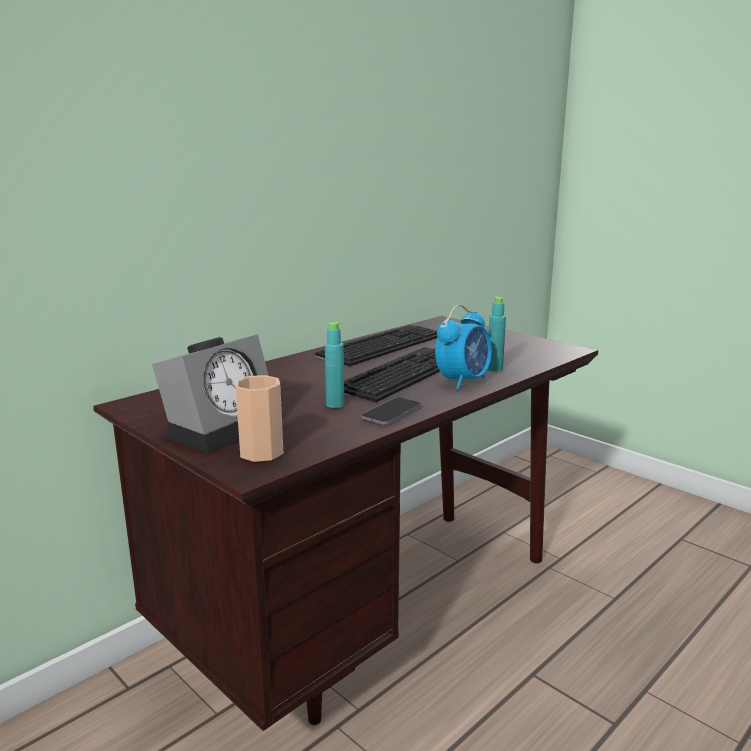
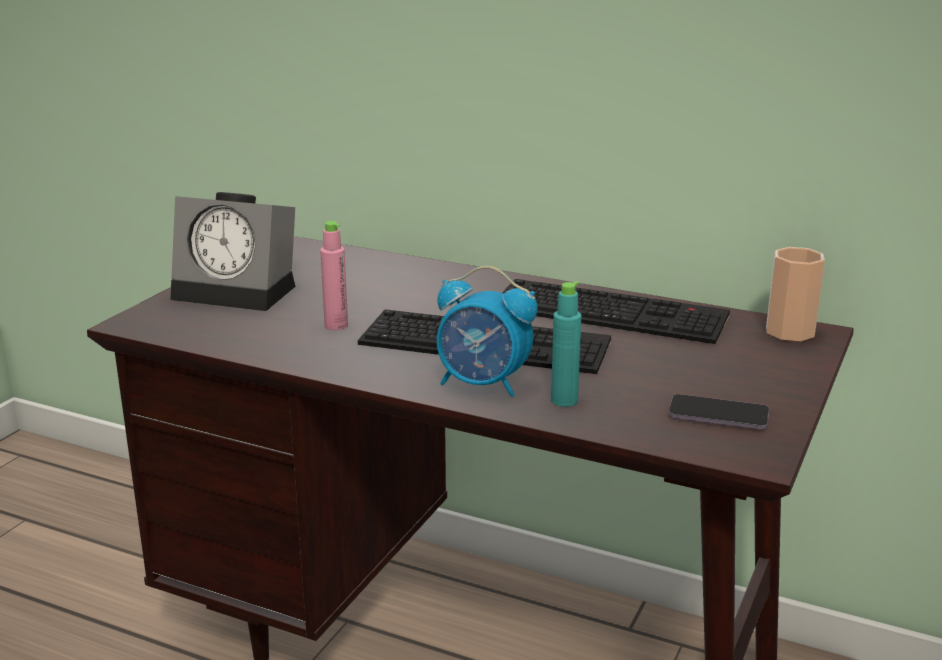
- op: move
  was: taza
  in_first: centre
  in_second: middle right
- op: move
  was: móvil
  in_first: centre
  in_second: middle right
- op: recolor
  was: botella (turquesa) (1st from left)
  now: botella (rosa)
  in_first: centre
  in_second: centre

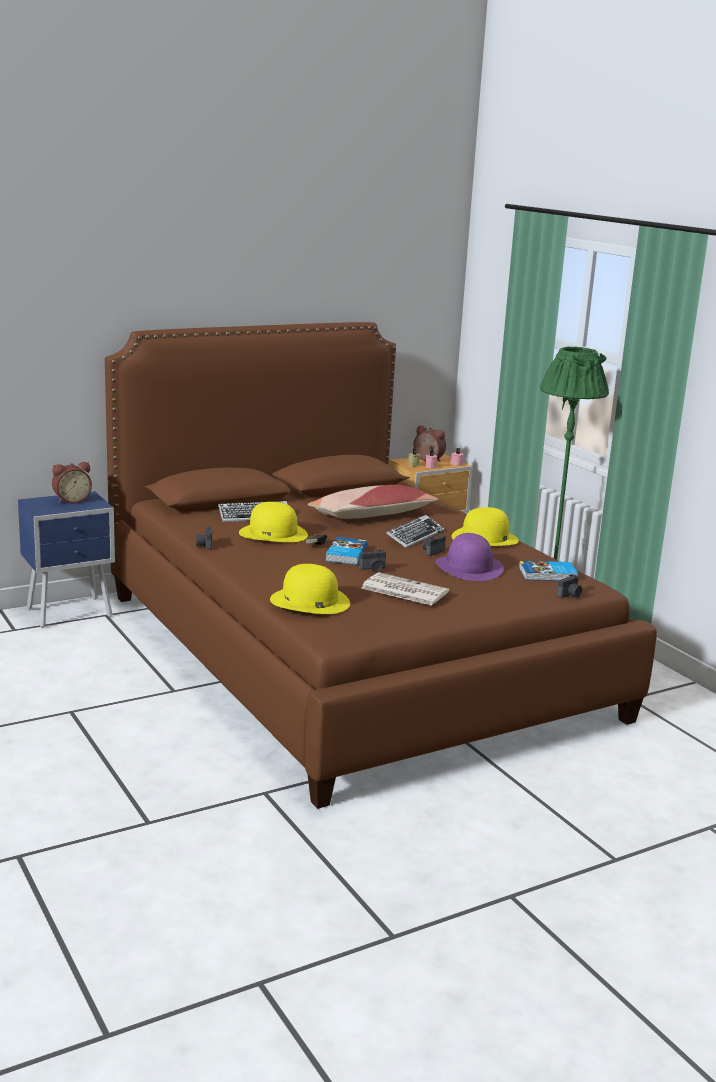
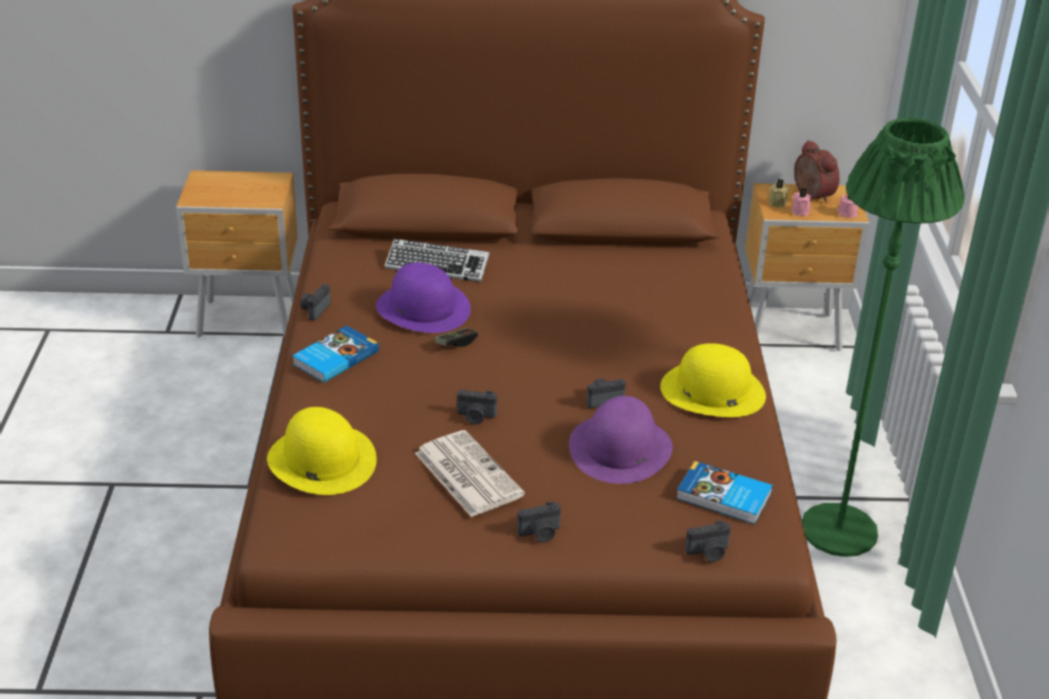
- op: delete
  was: despertador (1st from left)
  in_first: middle left
- op: delete
  was: cojín
  in_first: centre
- op: delete
  was: teclado (2nd from left)
  in_first: centre
- op: insert
  now: cámara (3rd from left)
  in_second: bottom centre
- op: move
  was: libro (1st from left)
  in_first: centre
  in_second: middle left
- op: recolor
  was: mesita de noche (azul)
  now: mesita de noche (marrón) (1st from left)
  in_first: middle left
  in_second: middle left
- op: recolor
  was: sombrero (amarillo) (1st from left)
  now: sombrero (morado) (1st from left)
  in_first: centre
  in_second: centre

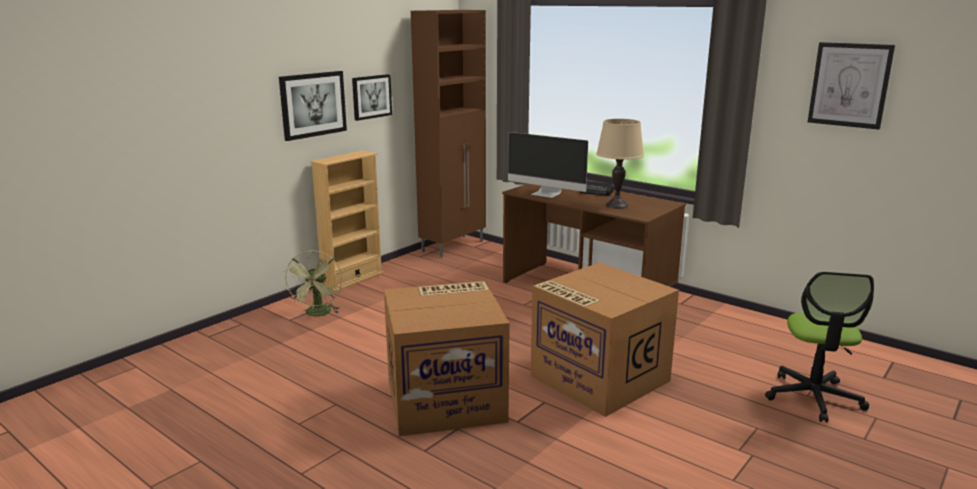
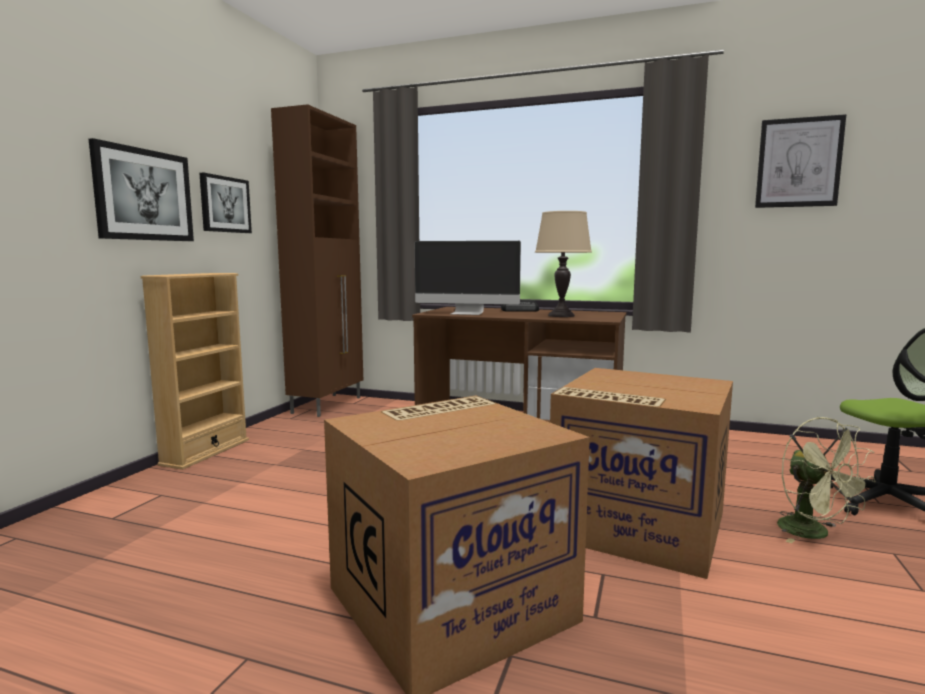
- op: move
  was: ventilador (verde)
  in_first: middle left
  in_second: bottom right

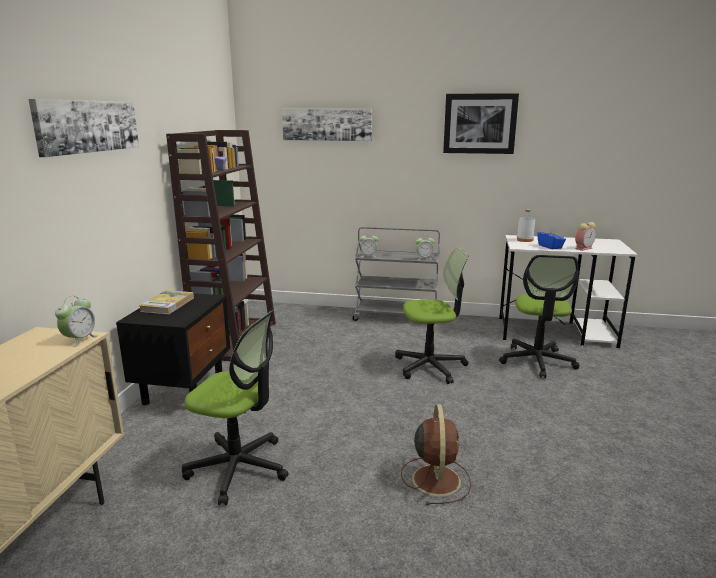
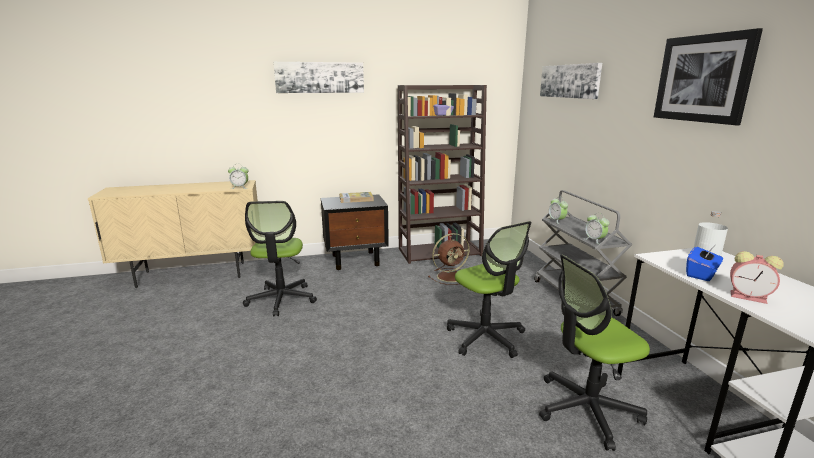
- op: move
  was: ventilador (marrón)
  in_first: bottom centre
  in_second: centre

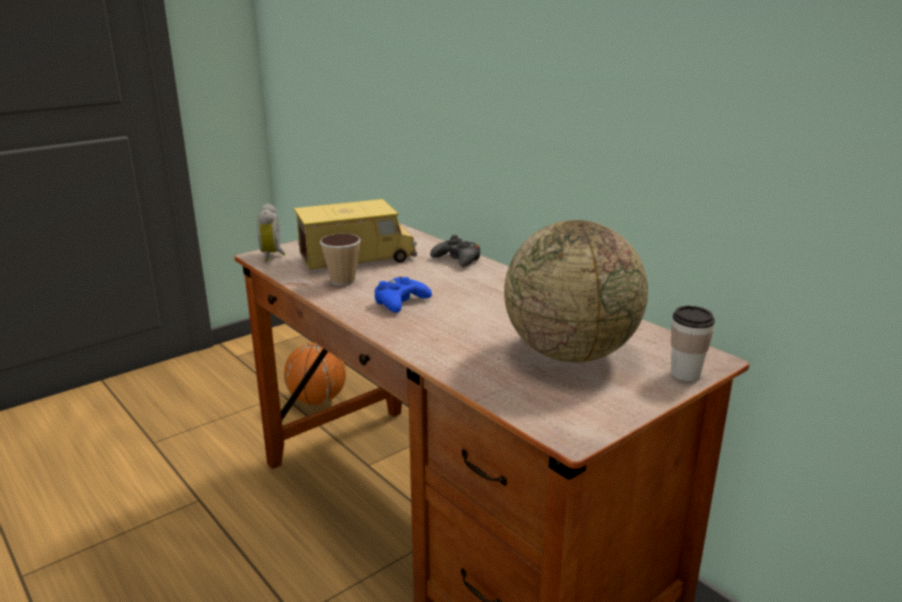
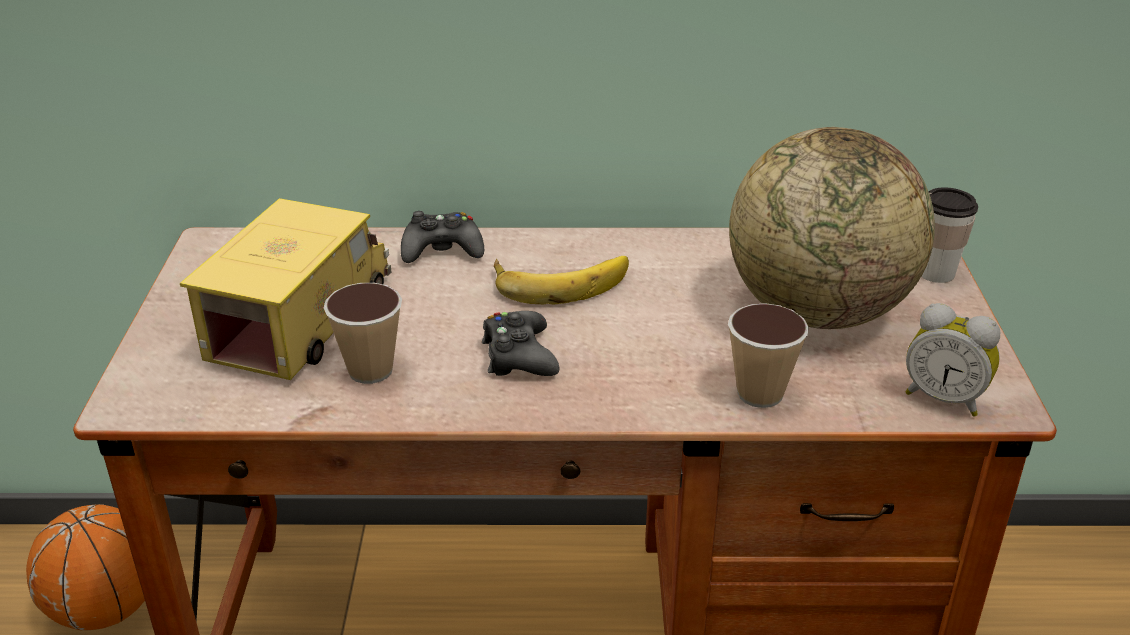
- op: insert
  now: plátano
  in_second: centre
- op: insert
  now: taza (2nd from left)
  in_second: middle right
- op: move
  was: despertador
  in_first: middle left
  in_second: middle right
- op: recolor
  was: mando de consola (azul)
  now: mando de consola (negro) (2nd from left)
  in_first: centre
  in_second: centre

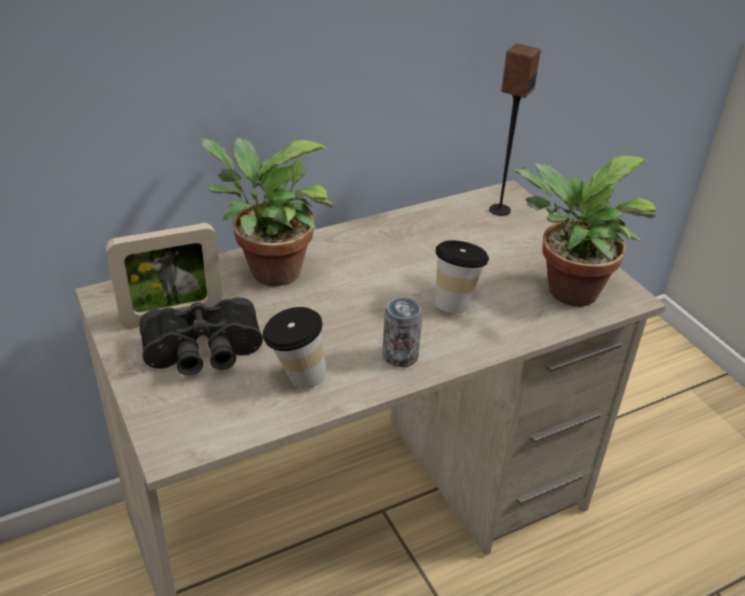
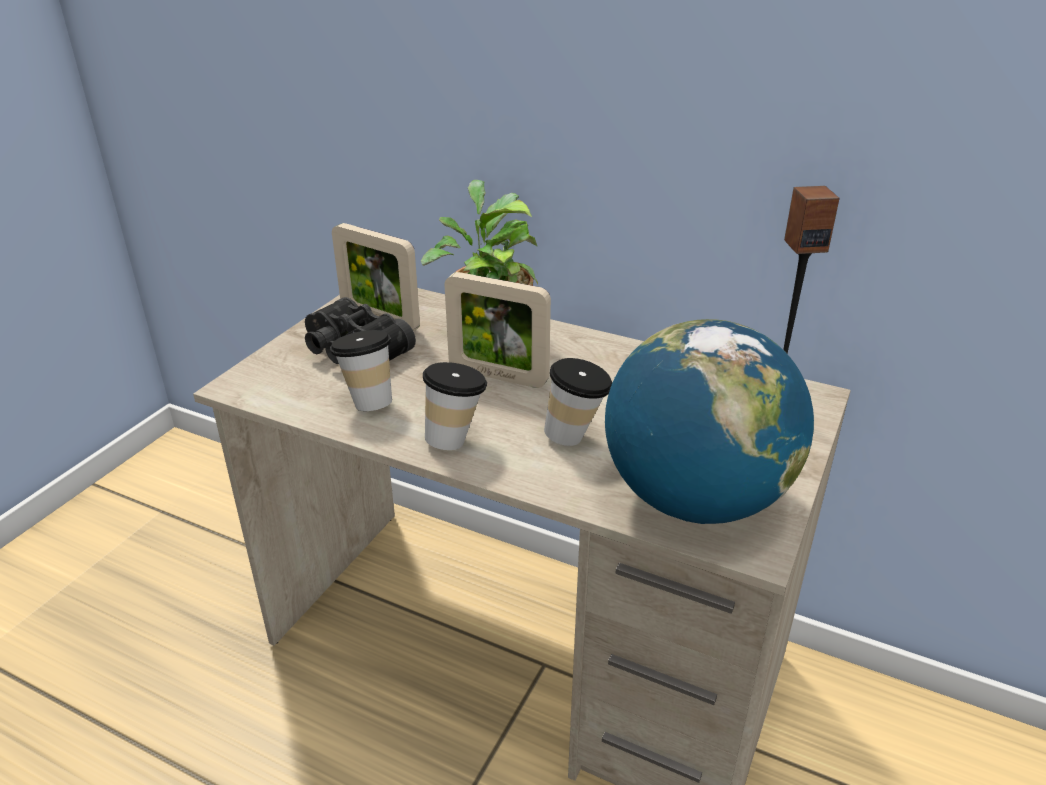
- op: insert
  now: portarretratos (2nd from left)
  in_second: centre
- op: replace
  was: lata
  now: taza (2nd from left)
  in_first: centre
  in_second: centre
- op: replace
  was: planta en maceta (2nd from left)
  now: globo terráqueo
  in_first: middle right
  in_second: middle right

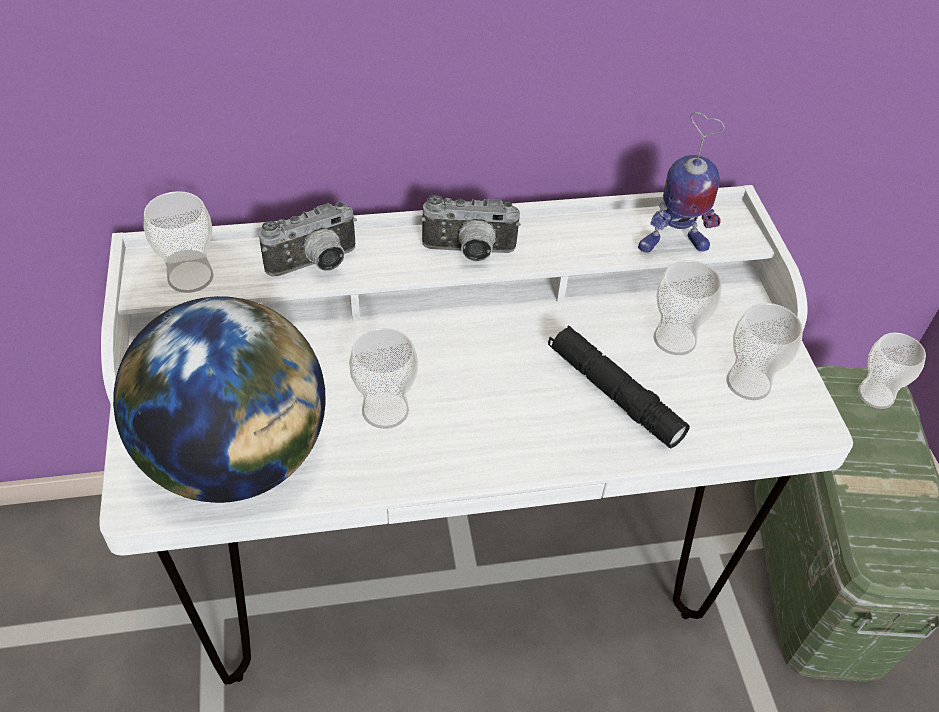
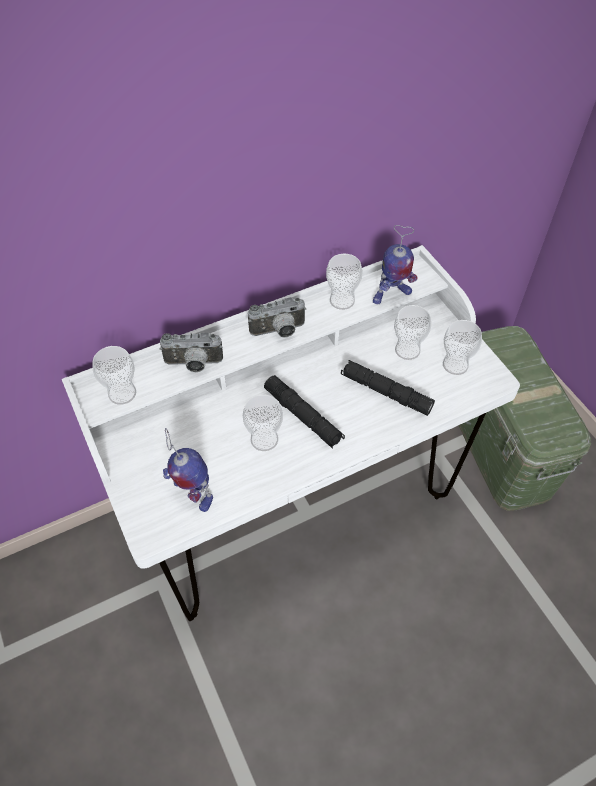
- op: insert
  now: linterna (negro) (1st from left)
  in_second: centre
- op: move
  was: taza (5th from left in the first image)
  now: taza (3rd from left)
  in_first: middle right
  in_second: centre
- op: replace
  was: globo terráqueo
  now: robot de juguete (1st from left)
  in_first: middle left
  in_second: middle left
- op: rotate
  was: cámara (1st from left)
  in_first: middle left
  in_second: middle left
  clockwise: 45

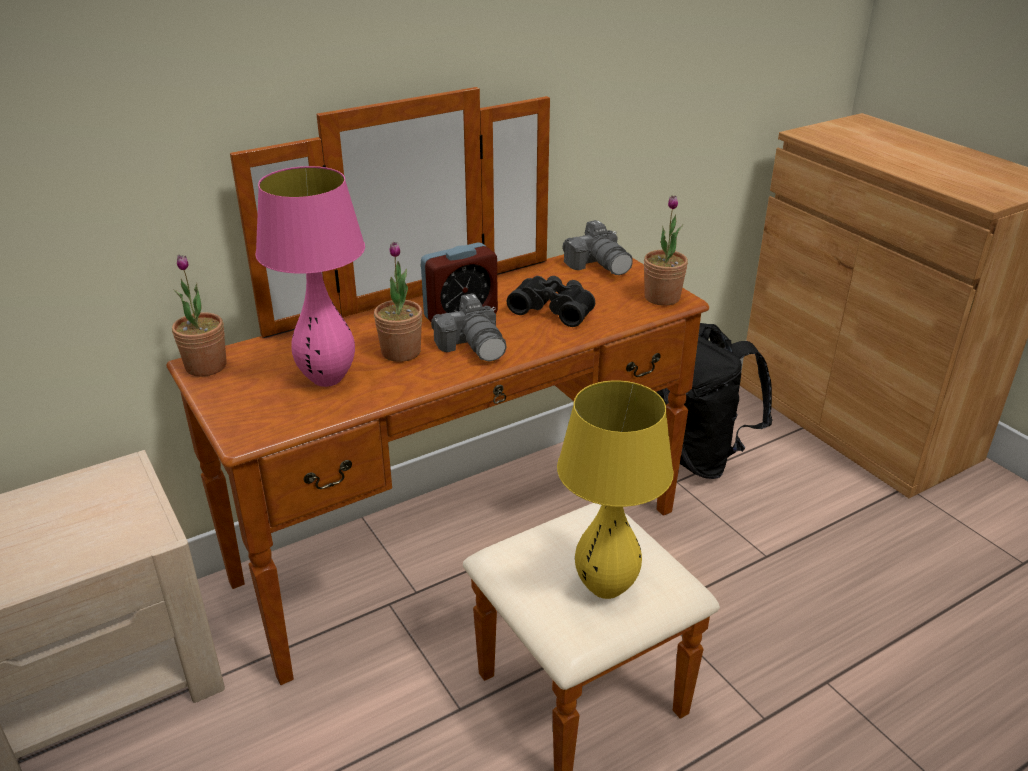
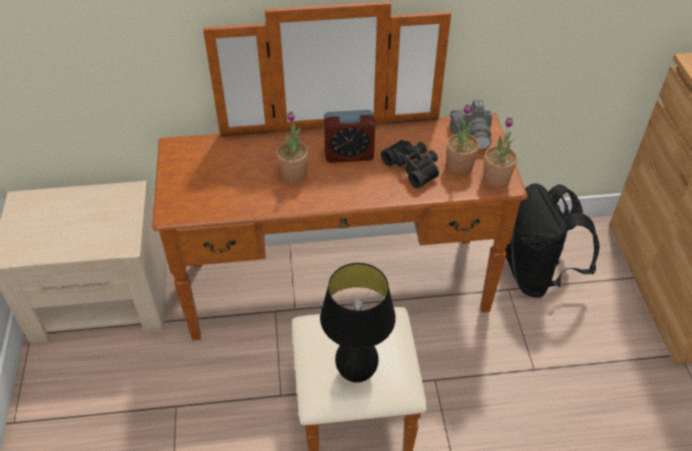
- op: delete
  was: lámpara de mesa (rosa)
  in_first: middle left
- op: delete
  was: cámara (1st from left)
  in_first: centre
- op: move
  was: planta en maceta (1st from left in the first image)
  now: planta en maceta (2nd from left)
  in_first: middle left
  in_second: top right
- op: recolor
  was: lámpara de mesa (amarillo)
  now: lámpara de mesa (negro)
  in_first: centre
  in_second: bottom centre

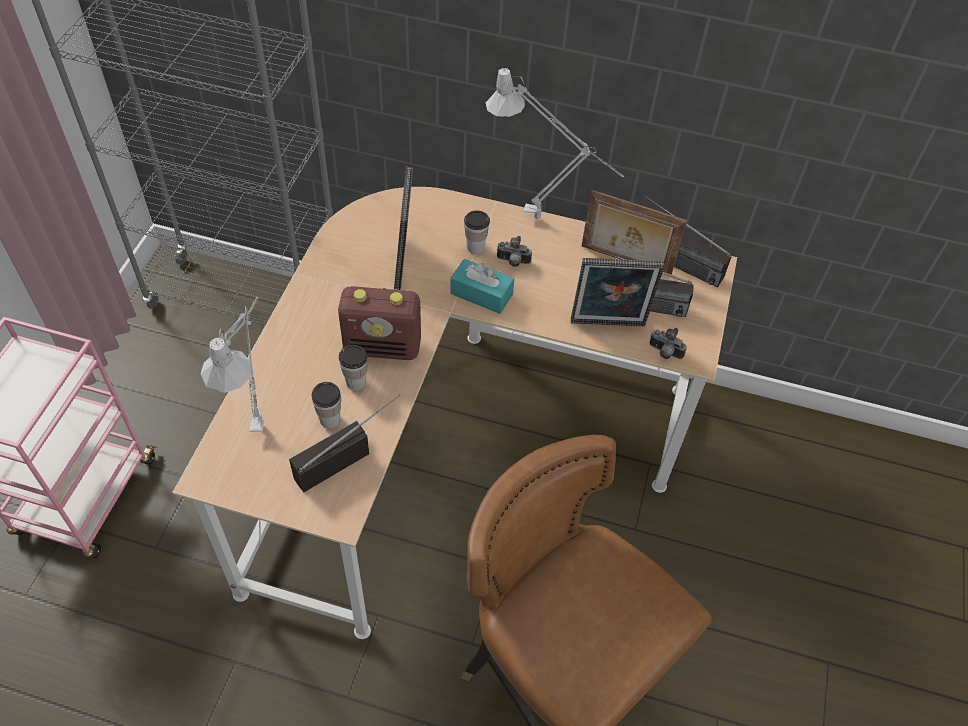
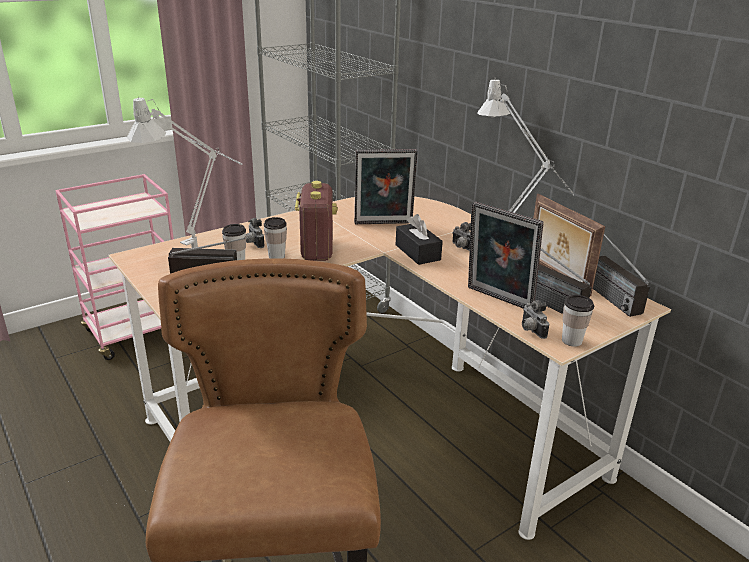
- op: insert
  now: cámara (1st from left)
  in_second: centre
- op: move
  was: taza (3rd from left)
  in_first: top centre
  in_second: middle right
- op: recolor
  was: caja de pañuelos (turquesa)
  now: caja de pañuelos (negro)
  in_first: centre
  in_second: centre
- op: rotate
  was: radio (2nd from left)
  in_first: centre
  in_second: centre
  clockwise: -135
- op: rotate
  was: portarretratos (1st from left)
  in_first: top centre
  in_second: top centre
  clockwise: 45

